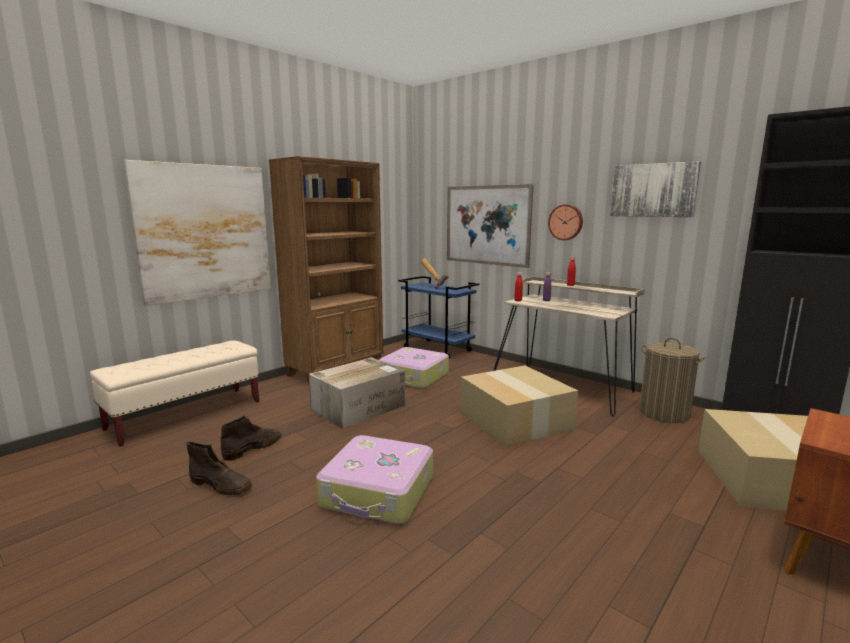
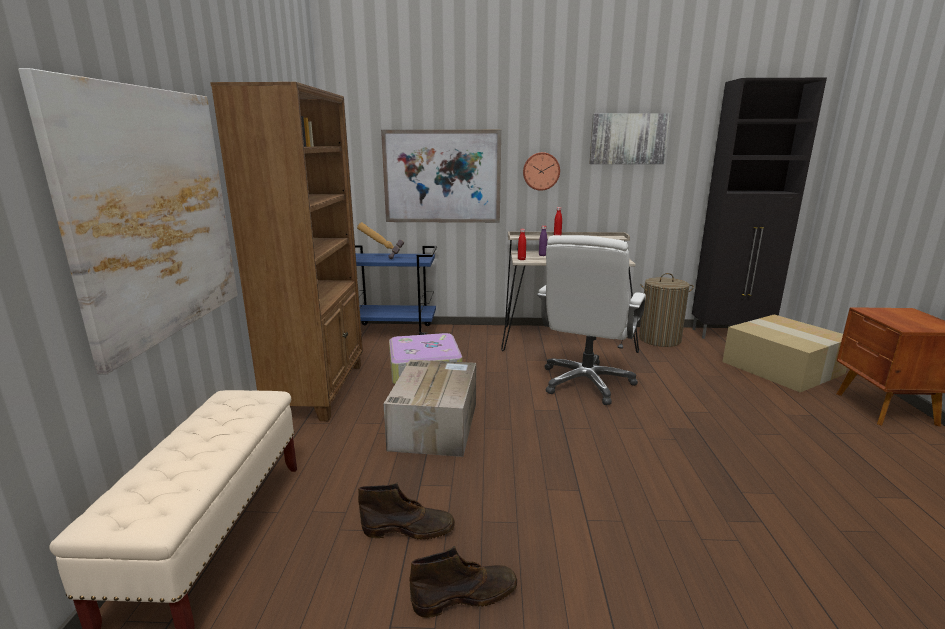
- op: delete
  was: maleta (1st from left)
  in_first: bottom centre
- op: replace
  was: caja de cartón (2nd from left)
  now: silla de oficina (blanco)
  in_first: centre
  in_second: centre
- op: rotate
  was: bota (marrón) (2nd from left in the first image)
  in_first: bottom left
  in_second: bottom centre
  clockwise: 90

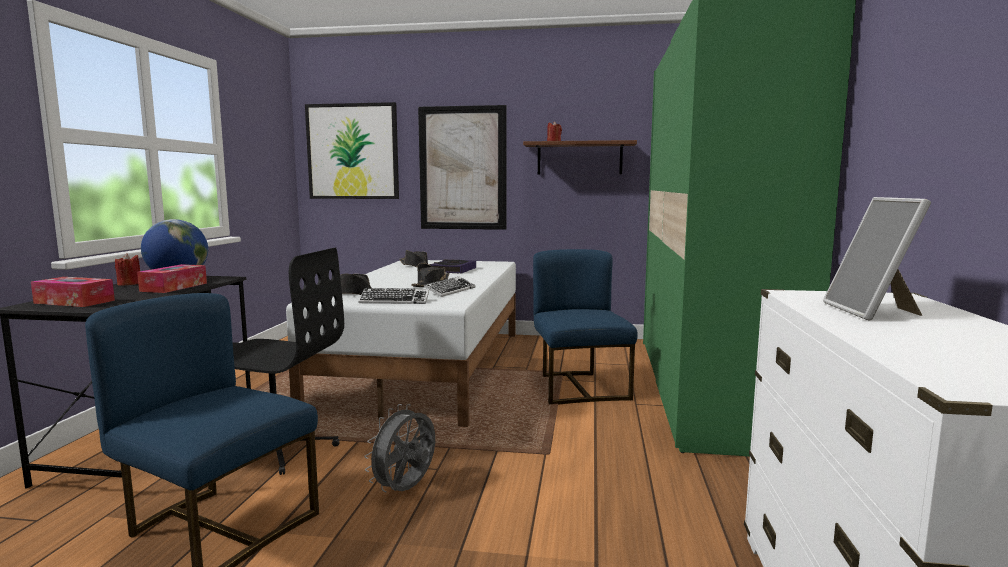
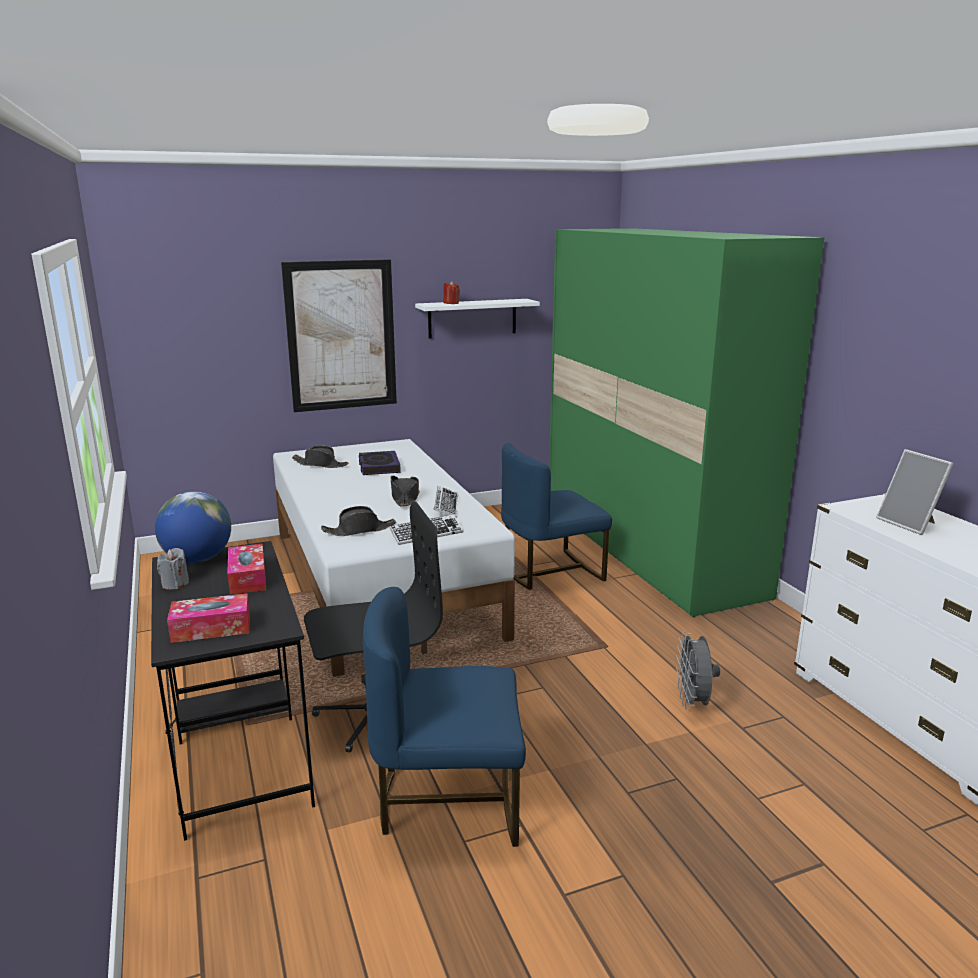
- op: delete
  was: cuadro (1st from left)
  in_first: top centre
- op: move
  was: ventilador (gris)
  in_first: bottom centre
  in_second: bottom right
- op: recolor
  was: vela (rojo) (1st from left)
  now: vela (gris)
  in_first: middle left
  in_second: middle left
- op: recolor
  was: estante (marrón)
  now: estante (blanco)
  in_first: top centre
  in_second: top centre
- op: rotate
  was: silla (azul) (2nd from left)
  in_first: centre
  in_second: centre
  clockwise: -75

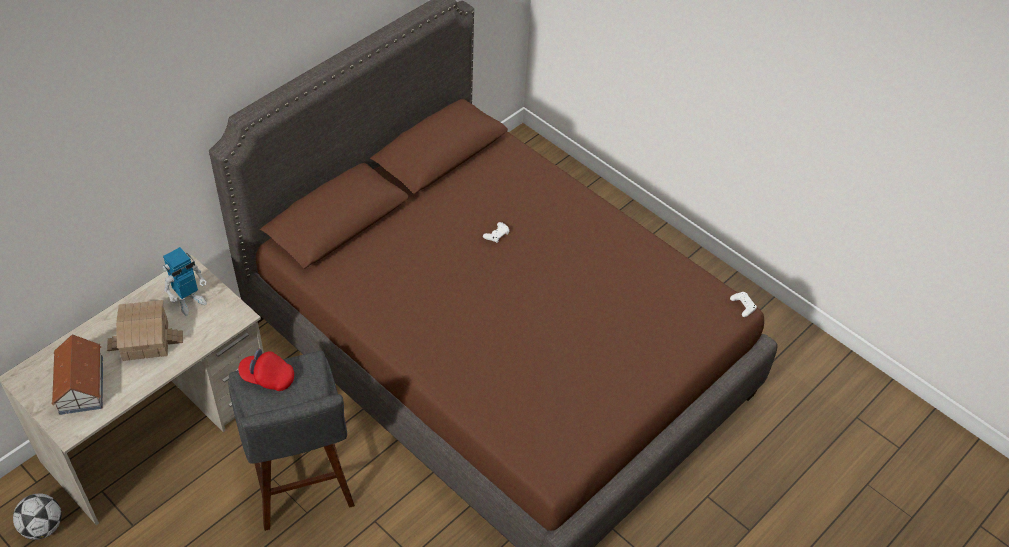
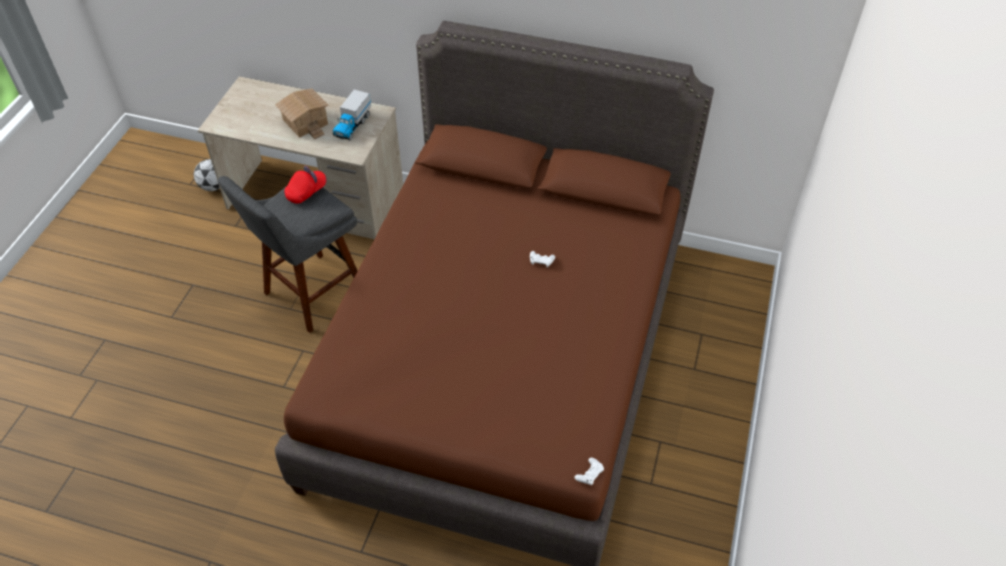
- op: delete
  was: casita (1st from left)
  in_first: bottom left
- op: replace
  was: robot de juguete
  now: camión de juguete
  in_first: middle left
  in_second: top centre
- op: rotate
  was: gorra (rojo)
  in_first: bottom left
  in_second: top left
  clockwise: 60

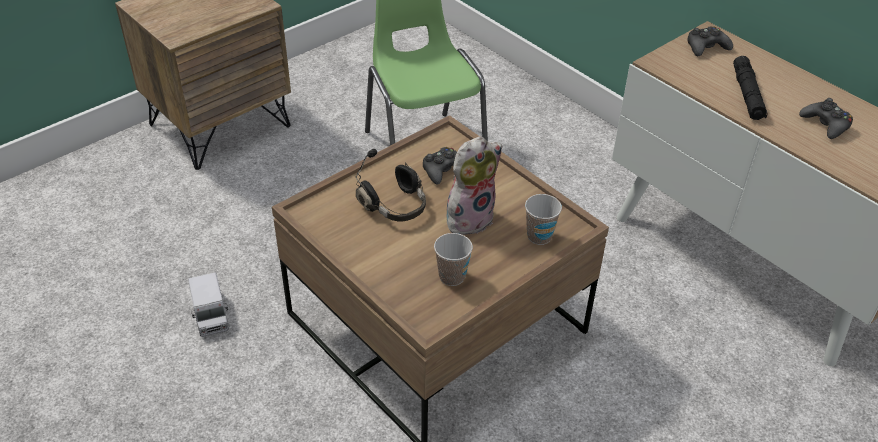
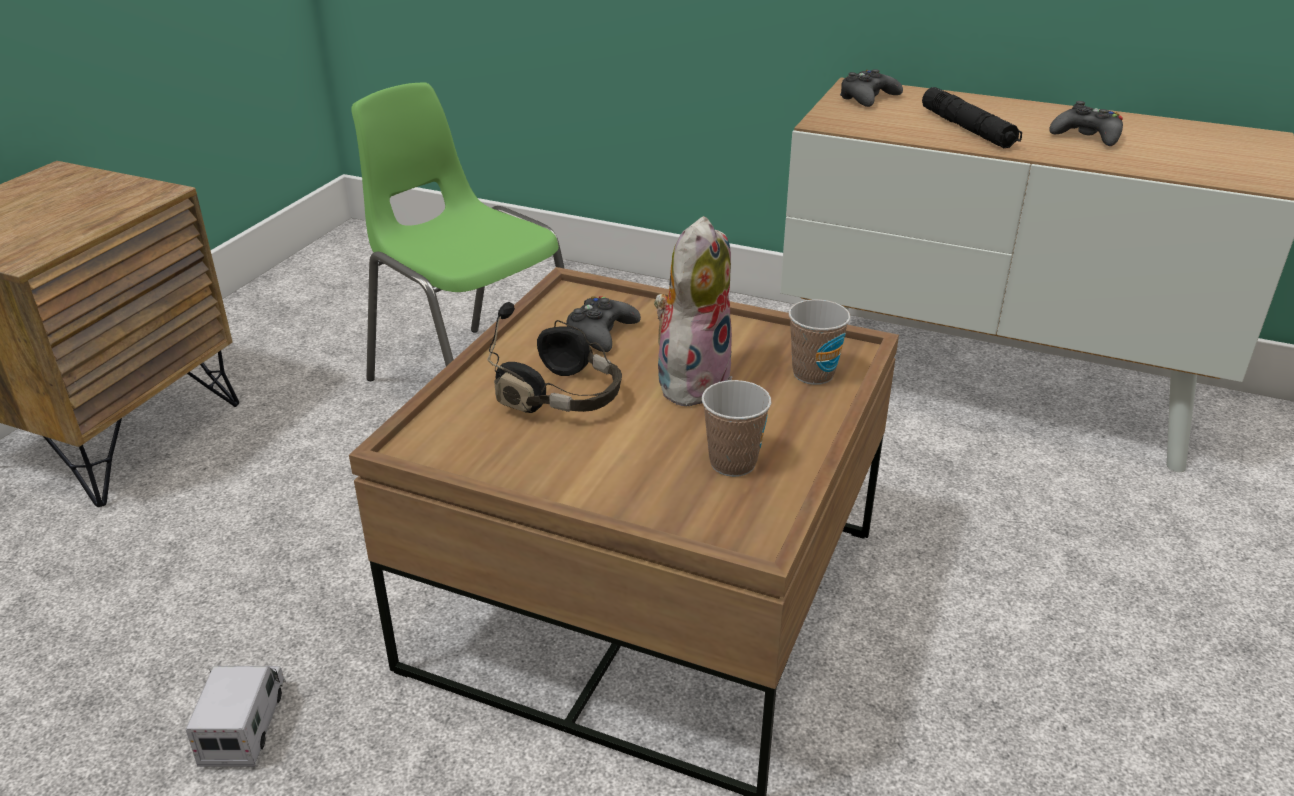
- op: rotate
  was: camión de juguete
  in_first: bottom left
  in_second: bottom left
  clockwise: -135

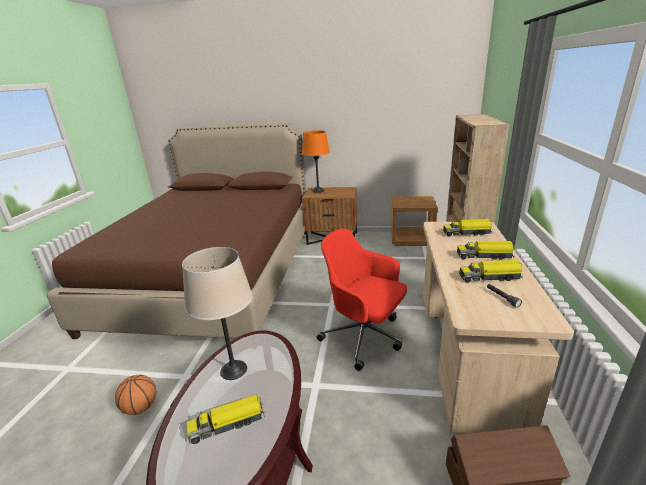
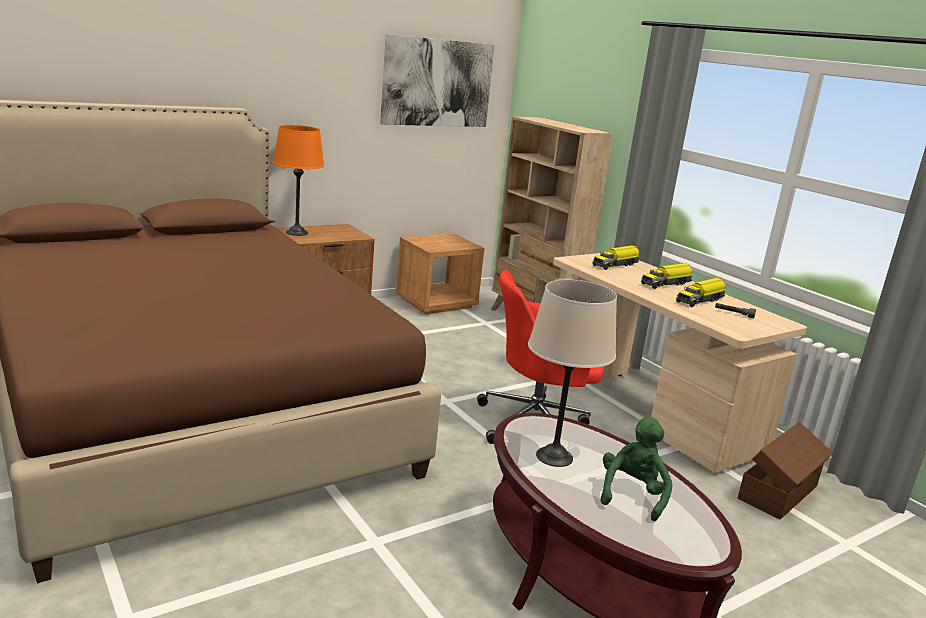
- op: delete
  was: balón de baloncesto
  in_first: bottom left
- op: insert
  now: cuadro
  in_second: top centre
- op: replace
  was: camión de juguete (1st from left)
  now: peluche (verde)
  in_first: bottom centre
  in_second: bottom right

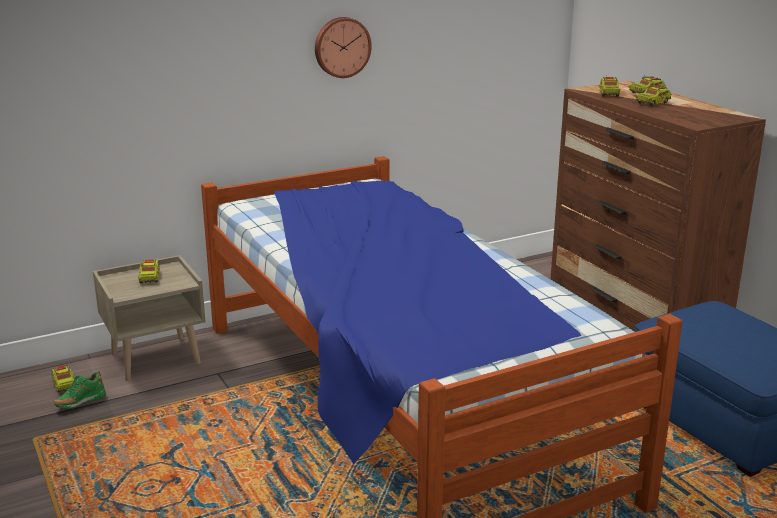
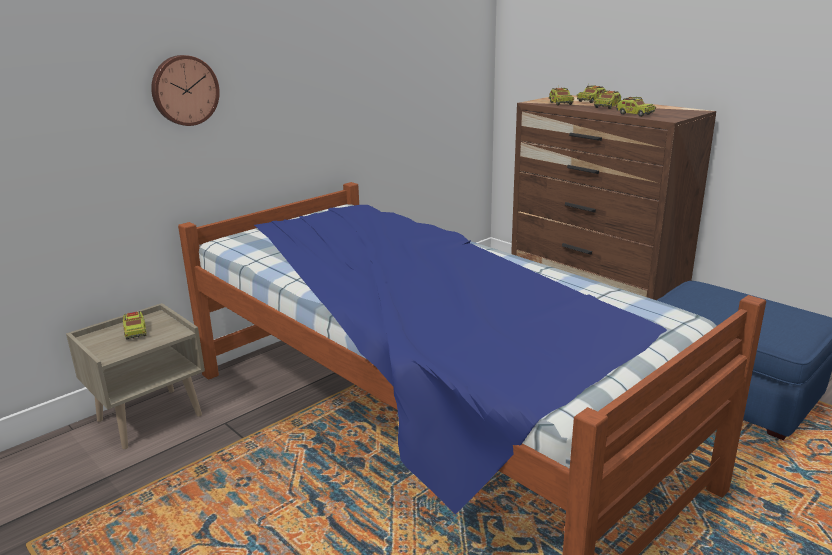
- op: delete
  was: zapato (verde)
  in_first: bottom left
- op: move
  was: camión de juguete (1st from left in the first image)
  now: camión de juguete (5th from left)
  in_first: bottom left
  in_second: top right
- op: move
  was: reloj de pared
  in_first: top centre
  in_second: top left

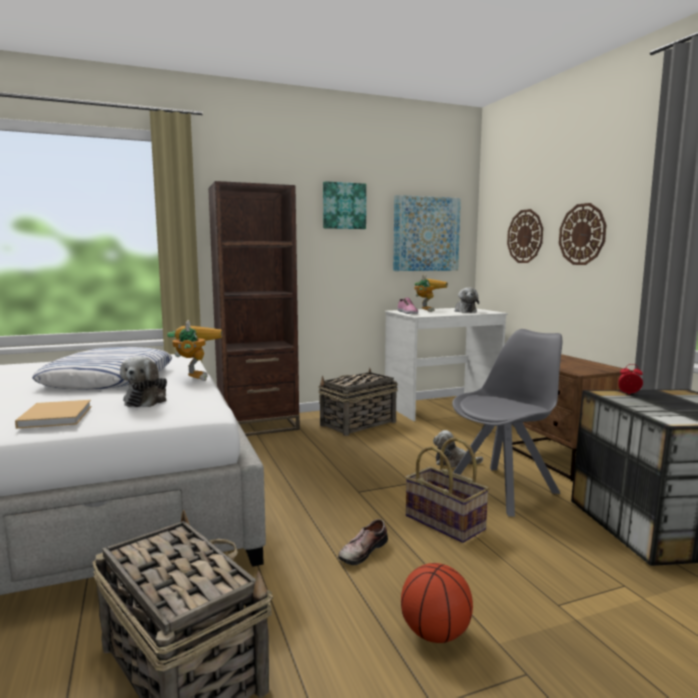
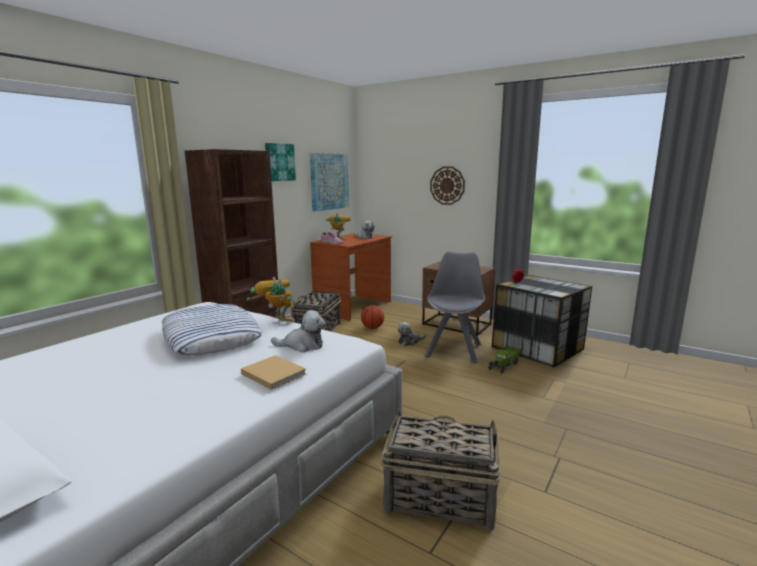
- op: delete
  was: zapato (1st from left)
  in_first: bottom centre
- op: delete
  was: cesta (3rd from left)
  in_first: bottom centre
- op: delete
  was: reloj de pared (1st from left)
  in_first: middle right
- op: insert
  now: camión de juguete
  in_second: middle right
- op: move
  was: balón de baloncesto
  in_first: bottom centre
  in_second: centre
- op: recolor
  was: escritorio (blanco)
  now: escritorio (marrón)
  in_first: centre
  in_second: centre
- op: rotate
  was: peluche (1st from left)
  in_first: middle left
  in_second: centre
  clockwise: -60

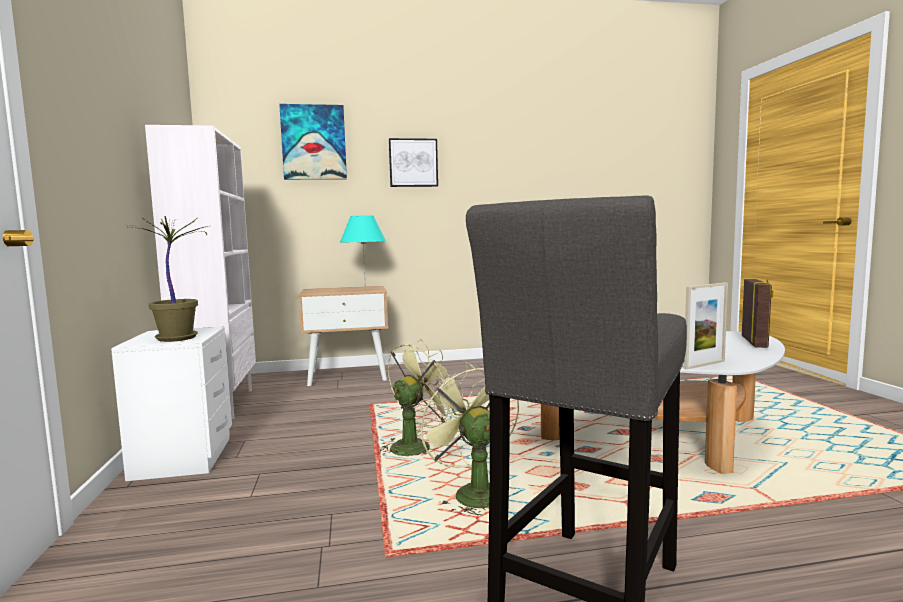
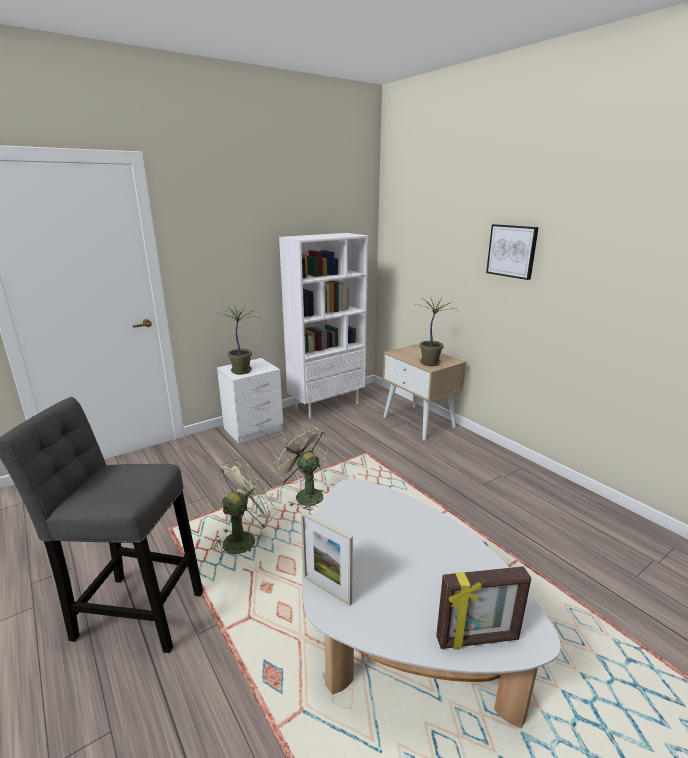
- op: delete
  was: cuadro (1st from left)
  in_first: top centre
- op: replace
  was: lámpara de mesa (turquesa)
  now: planta en maceta (2nd from left)
  in_first: centre
  in_second: centre
- op: rotate
  was: ventilador (verde) (1st from left in the first image)
  in_first: centre
  in_second: centre
  clockwise: -150

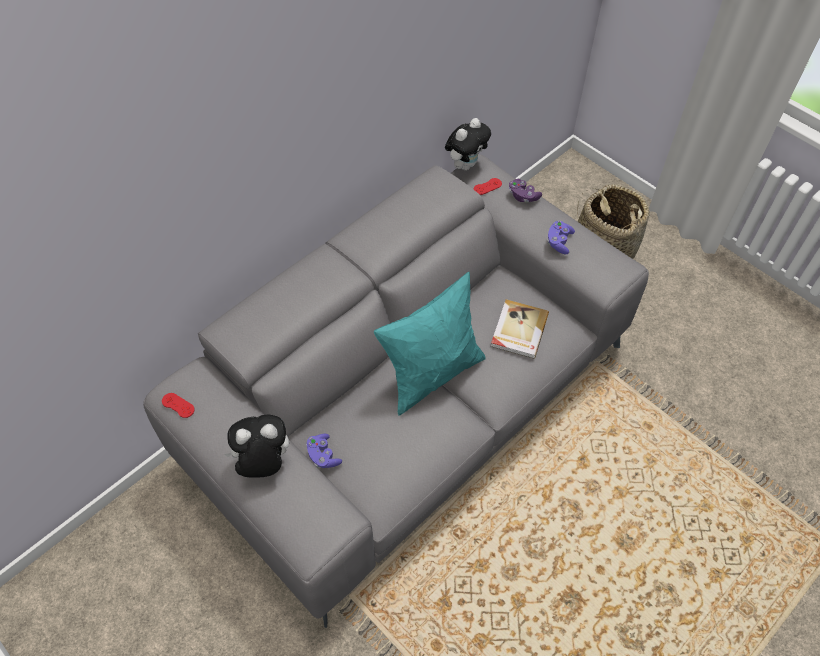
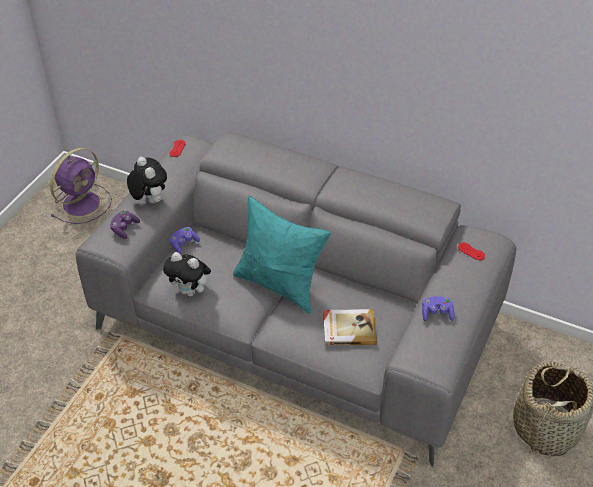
- op: insert
  now: ventilador (morado)
  in_second: middle left
- op: move
  was: peluche (2nd from left)
  in_first: top centre
  in_second: middle left
- op: move
  was: mando de consola (morado) (2nd from left in the first image)
  now: mando de consola (morado) (1st from left)
  in_first: top centre
  in_second: middle left

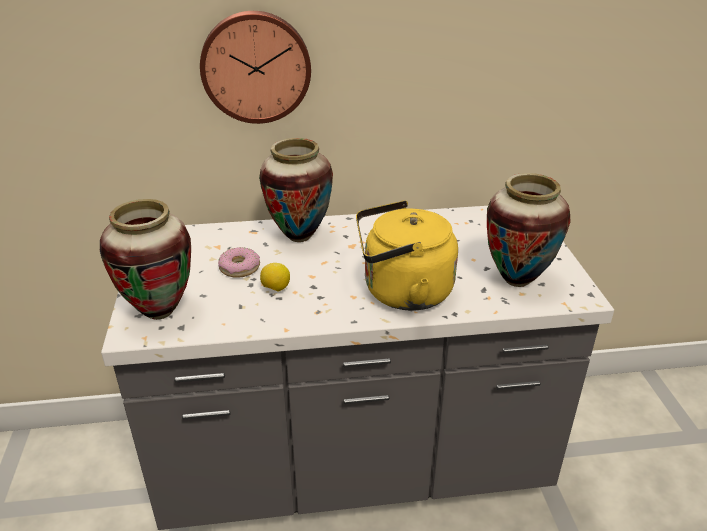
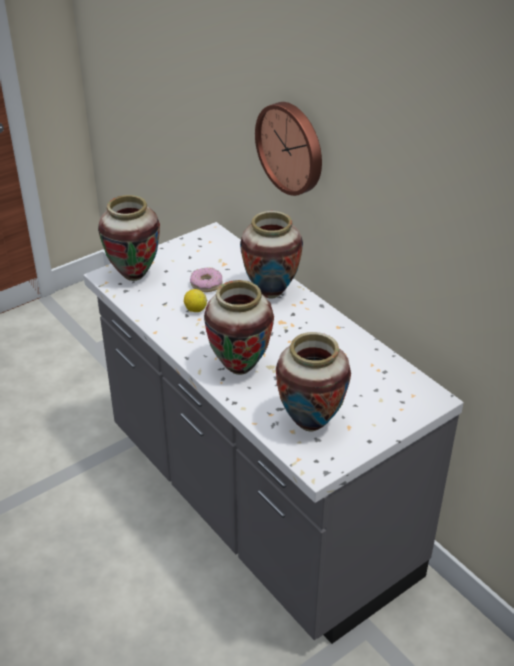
- op: replace
  was: hervidor (amarillo)
  now: florero (2nd from left)
  in_first: centre
  in_second: centre

